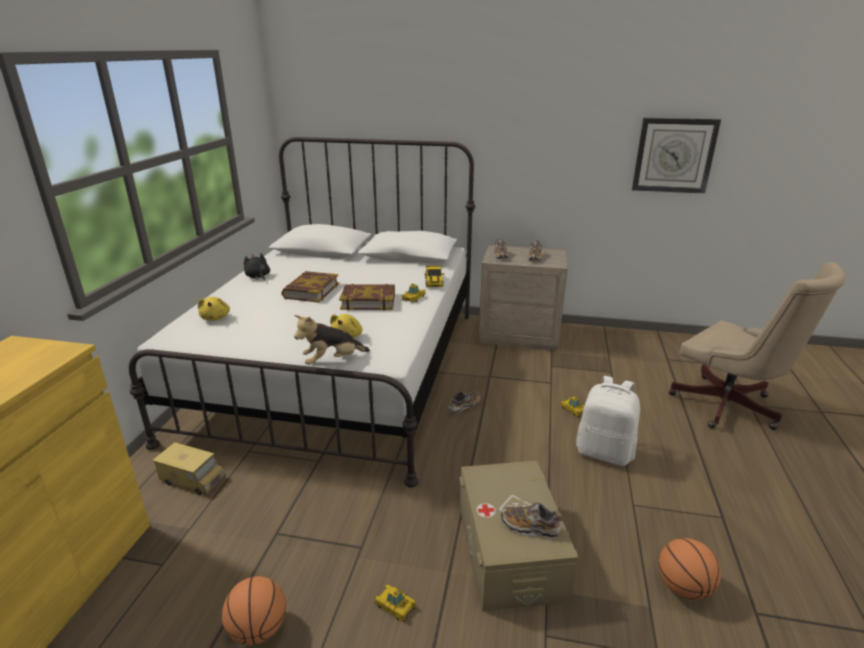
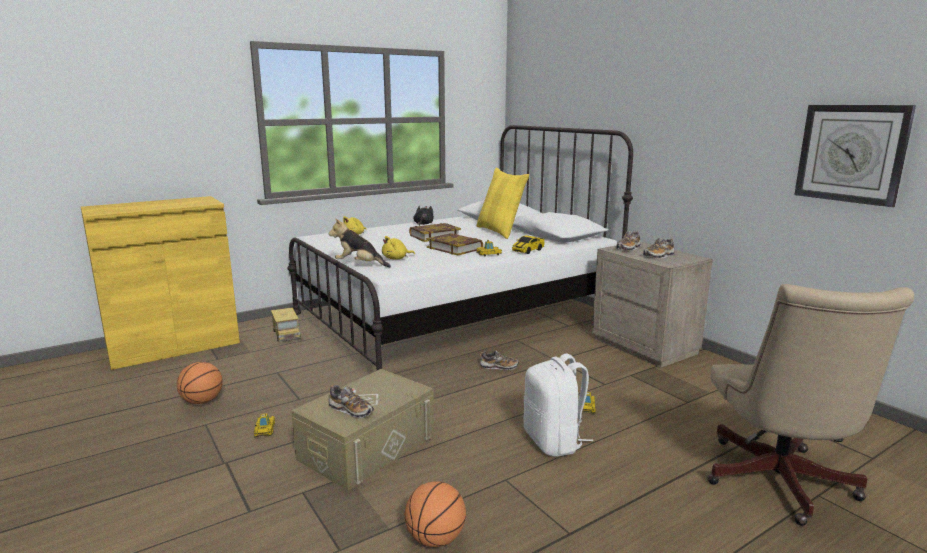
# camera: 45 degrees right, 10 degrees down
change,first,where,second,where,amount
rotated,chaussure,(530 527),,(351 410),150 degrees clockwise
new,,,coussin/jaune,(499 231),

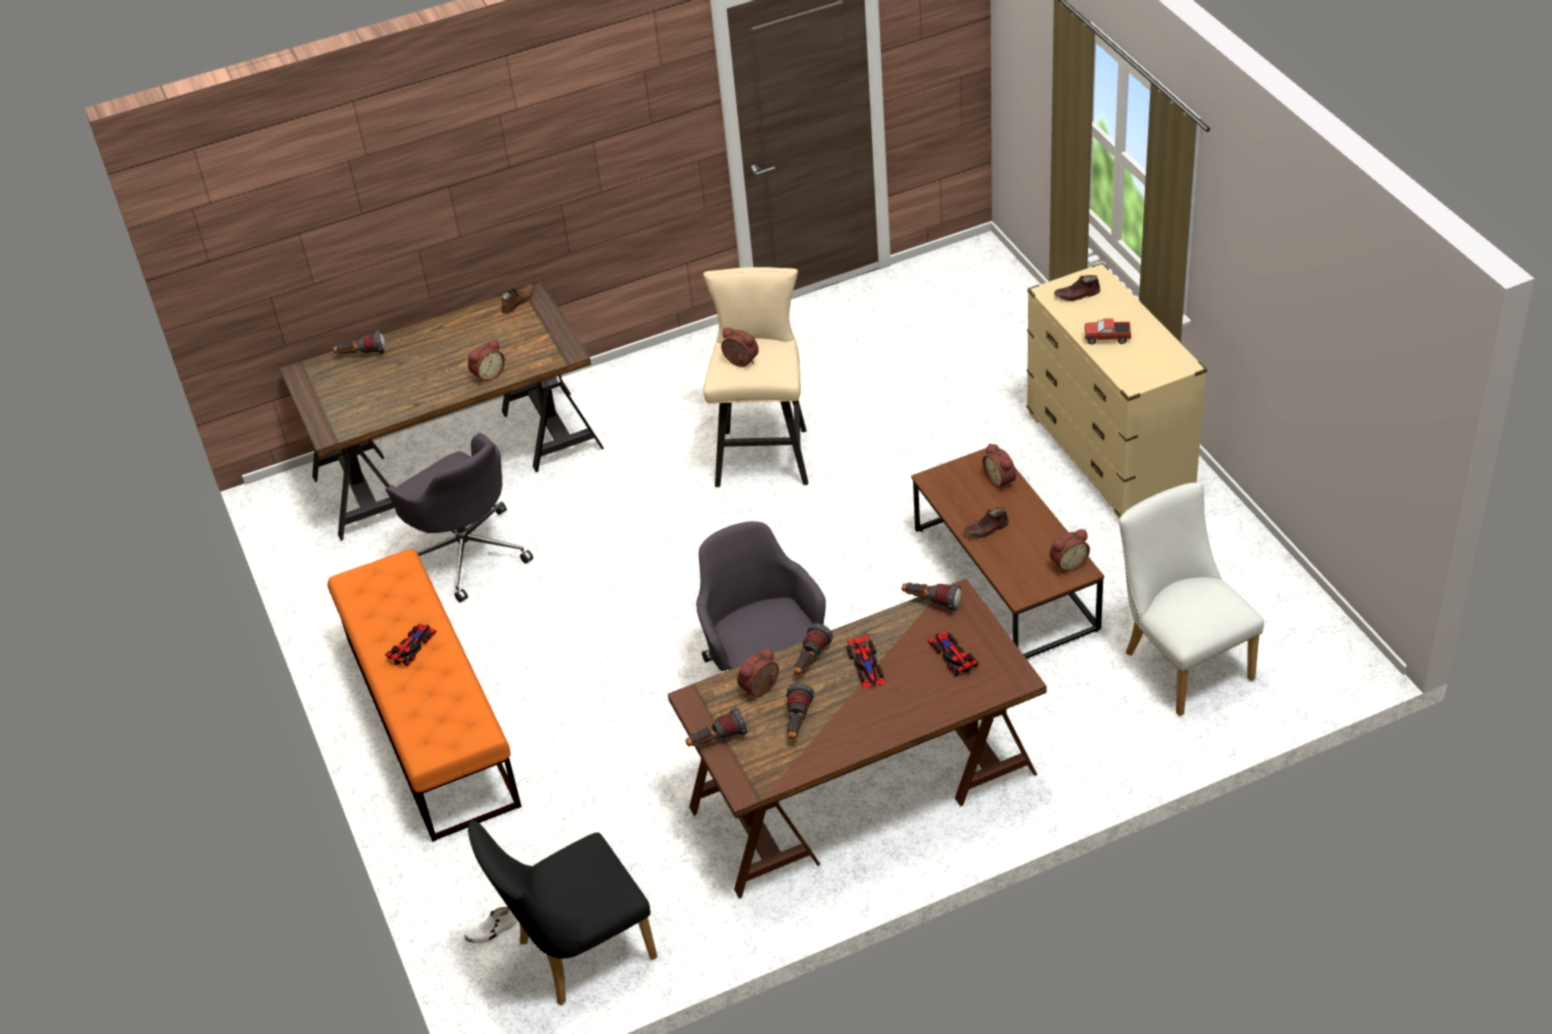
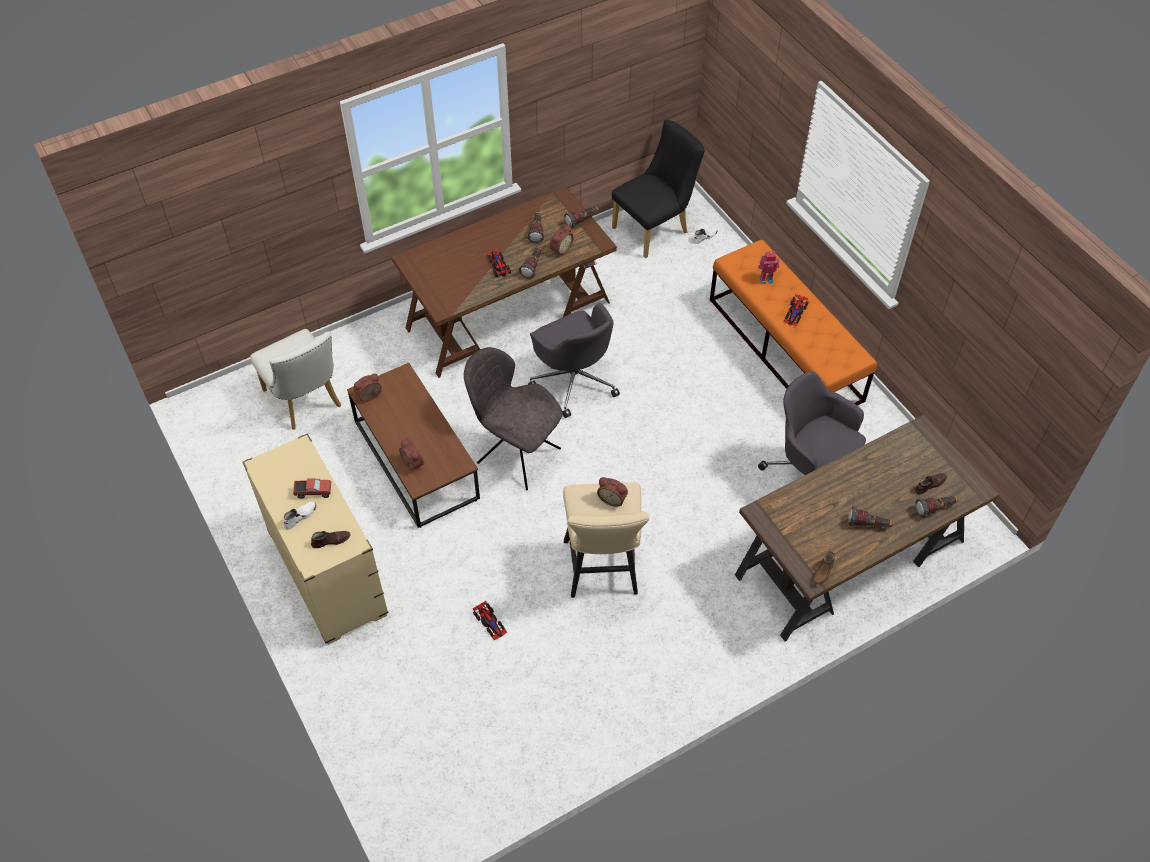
# camera: 170 degrees right, 10 degrees up
change,first,where,second,where,amount
new,,,chaussure/blanc,(300 516),
new,,,chaise/gris,(516 454),
shifted,petite voiture,(952 655),,(490 622),
new,,,robot jouet,(766 279),
shifted,lampe de poche,(931 602),,(868 525),
shifted,chaussure/marron,(986 529),,(929 484),
gone,réveil,(487 374),,,

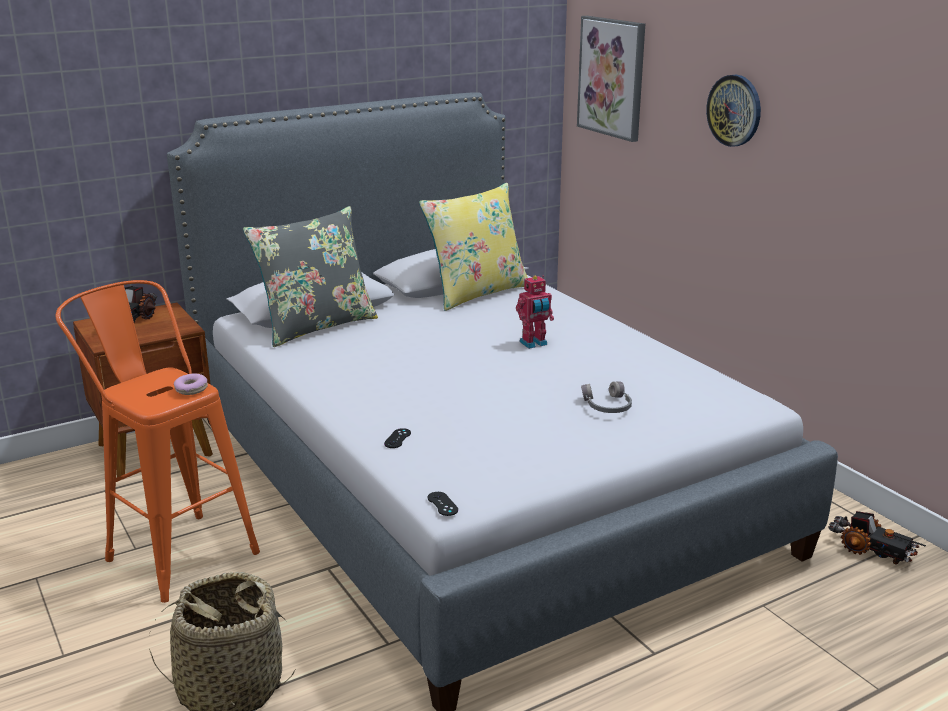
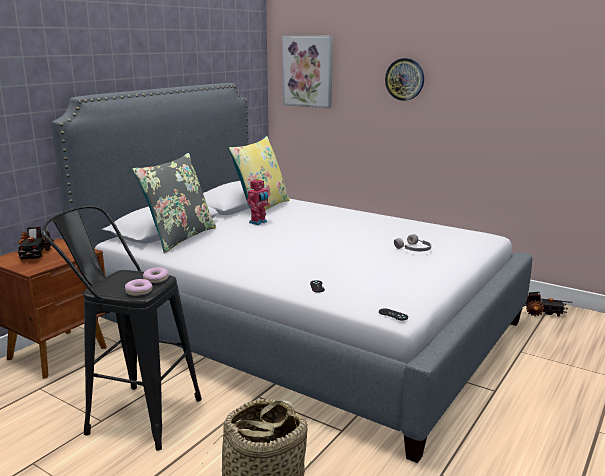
# camera: 25 degrees left, 5 degrees down
change,first,where,second,where,amount
repainted,tabouret/orange,(174 550),tabouret/noir,(134 414),
new,,,beignet,(139 292),
shifted,robot jouet,(534 344),,(259 222),

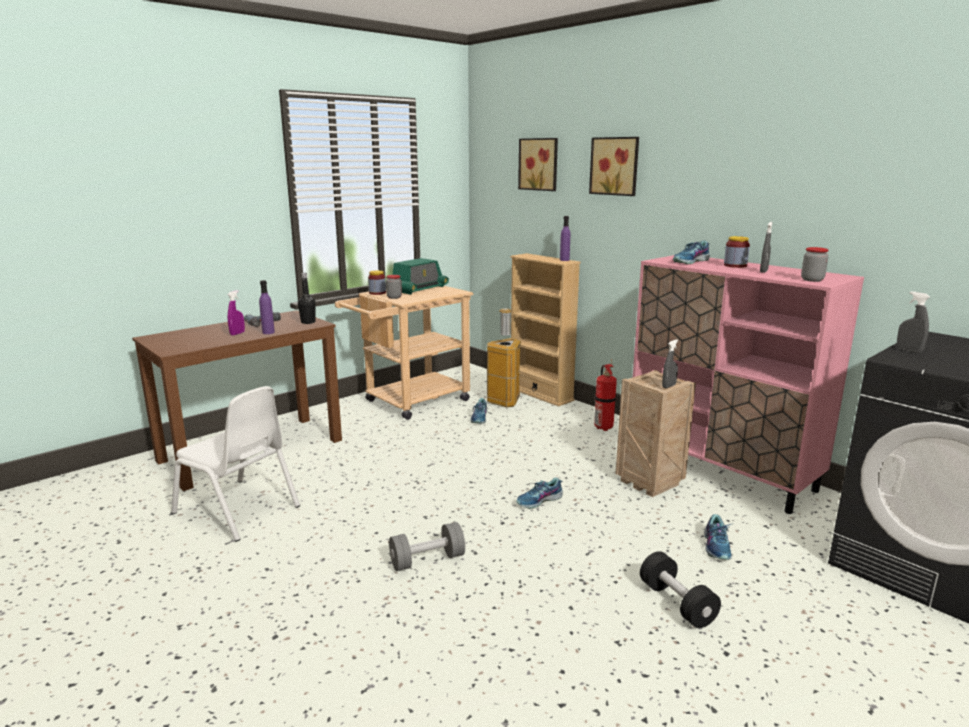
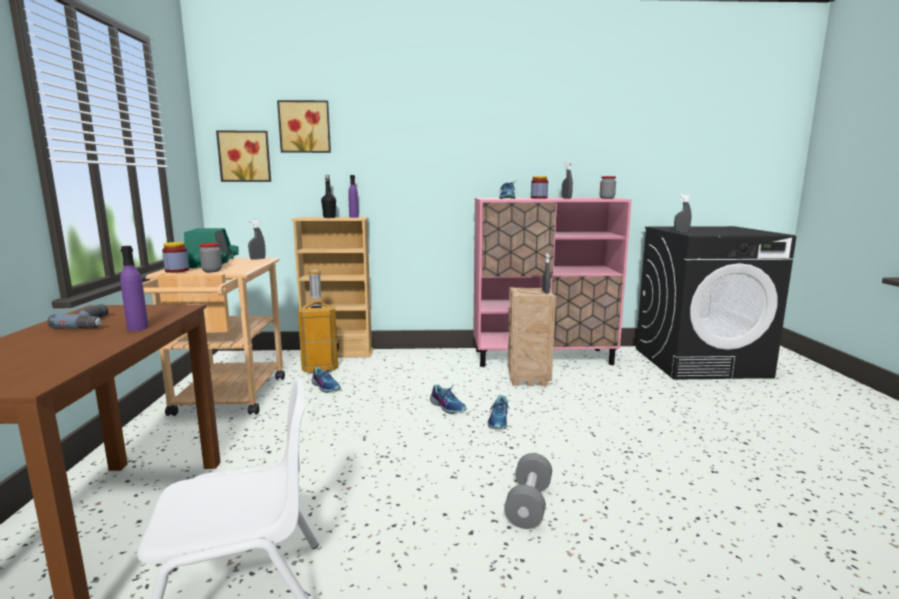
# camera: 50 degrees left, 5 degrees down
change,first,where,second,where,amount
shifted,tableau,(615 166),,(245 156),
new,,,vaporisateur/gris,(257 259),
shifted,bouteille/noir,(308 322),,(329 217),
shifted,chaussure,(717 546),,(448 407),
gone,vaporisateur/violet,(237 333),,,
gone,extincteur,(602 427),,,
gone,haltère/noir,(677 603),,,

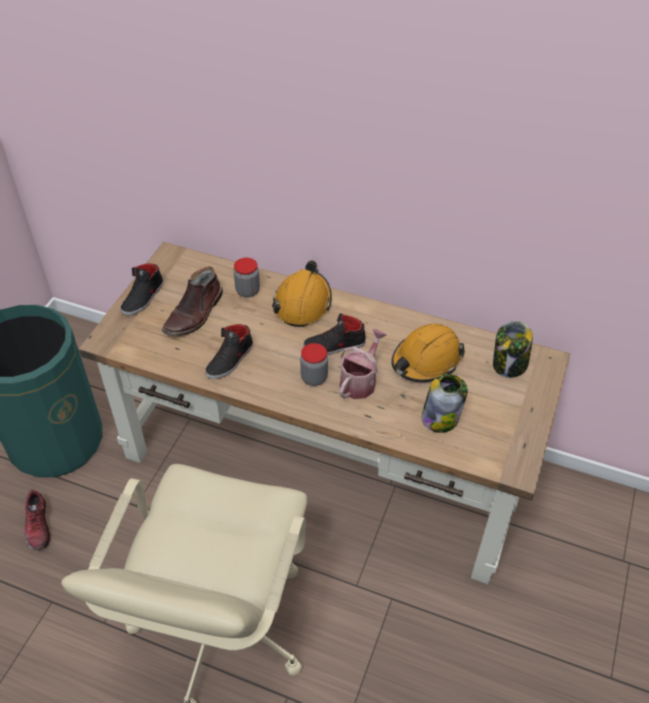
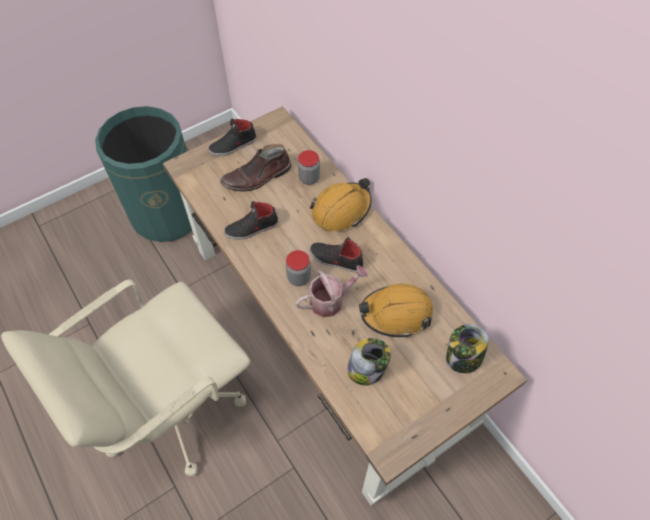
# camera: 35 degrees right, 10 degrees up
change,first,where,second,where,amount
gone,chaussure,(37 525),,,

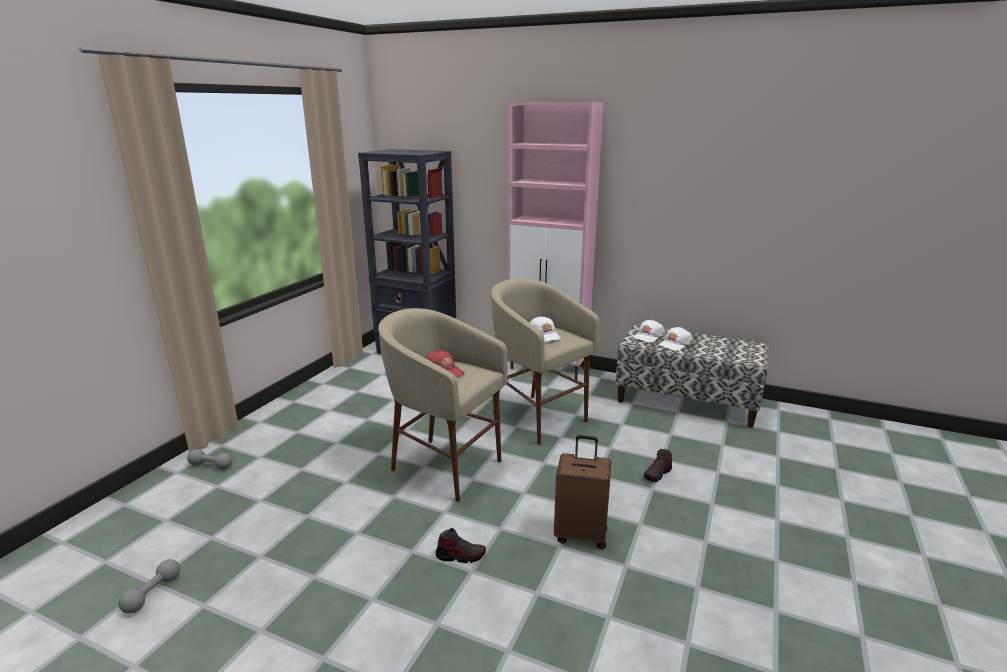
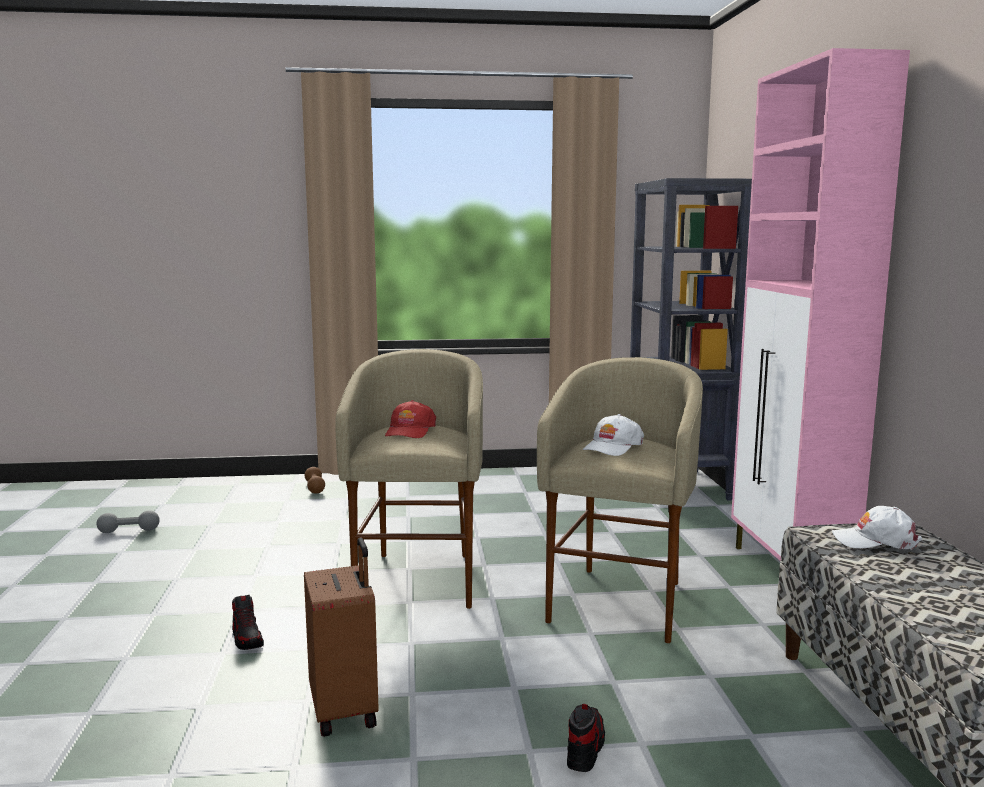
# camera: 60 degrees right, 10 degrees down
change,first,where,second,where,amount
repainted,haltère/gris,(211 466),haltère/marron,(315 488),
rotated,chaussure,(657 474),,(585 747),90 degrees clockwise
gone,casquette/blanc,(674 344),,,

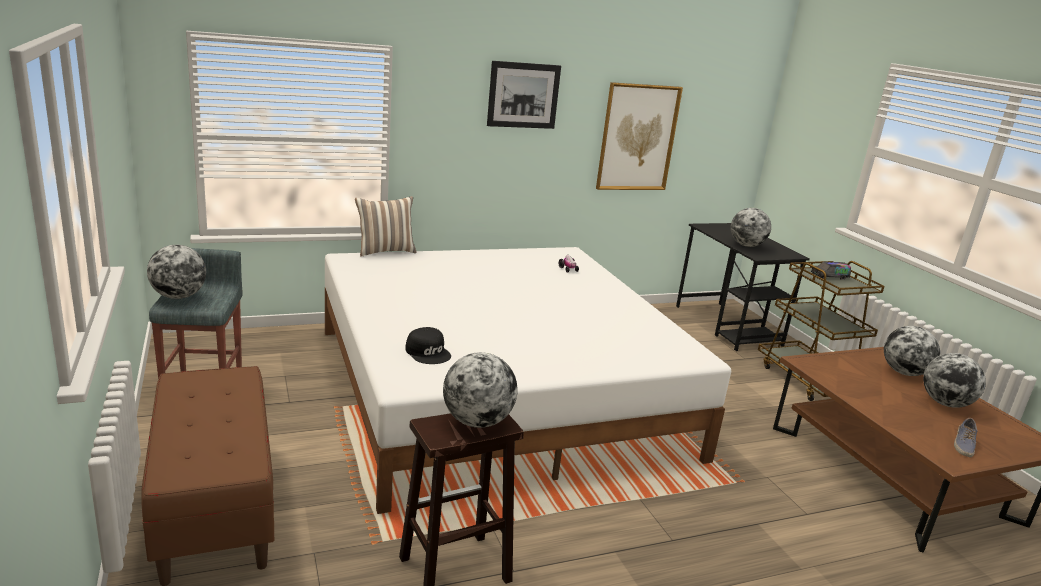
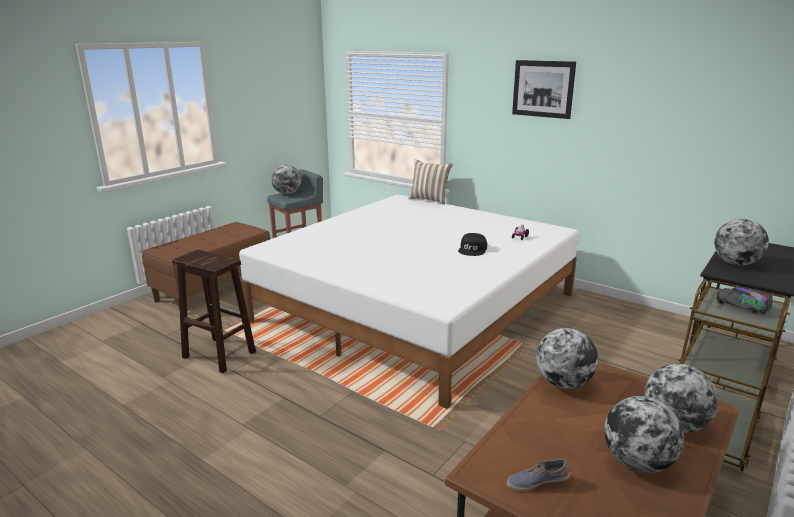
# camera: 60 degrees right, 0 degrees up
change,first,where,second,where,amount
shifted,casquette/noir,(428 352),,(473 250),
shifted,globe,(477 422),,(563 383),
gone,tableau,(637 137),,,

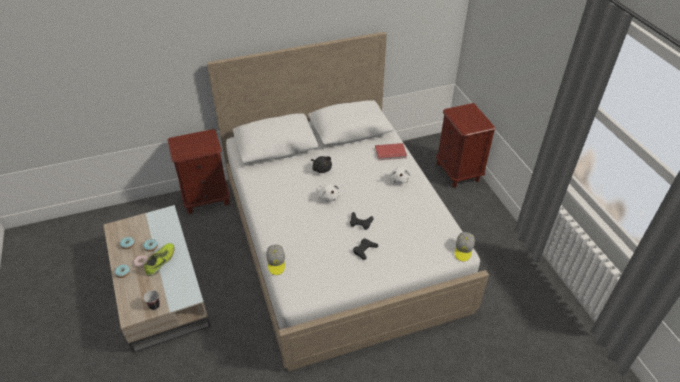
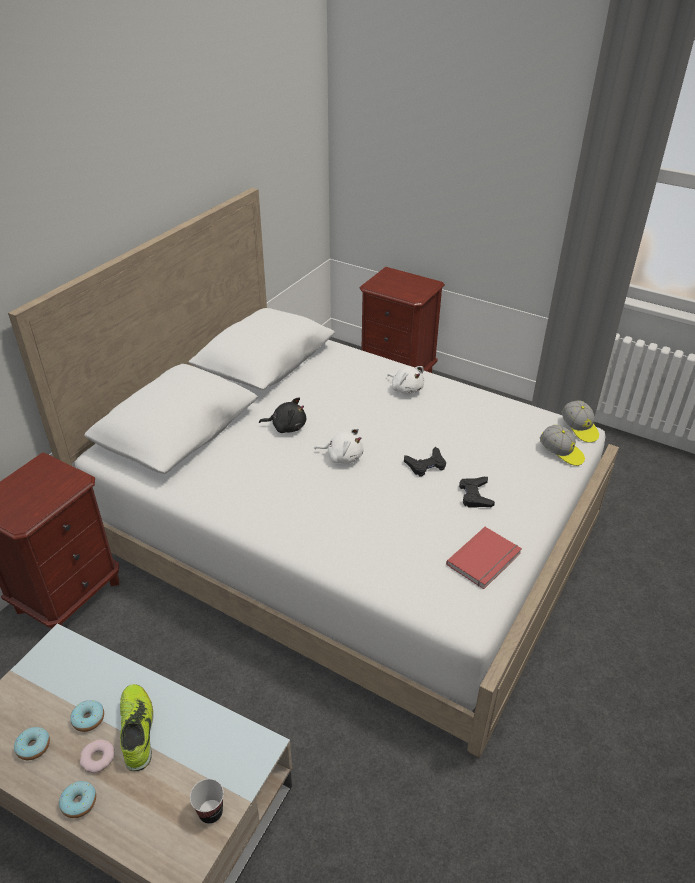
# camera: 40 degrees left, 5 degrees down
change,first,where,second,where,amount
shifted,livre/rouge,(391 153),,(485 560),
shifted,casquette,(276 263),,(561 453),

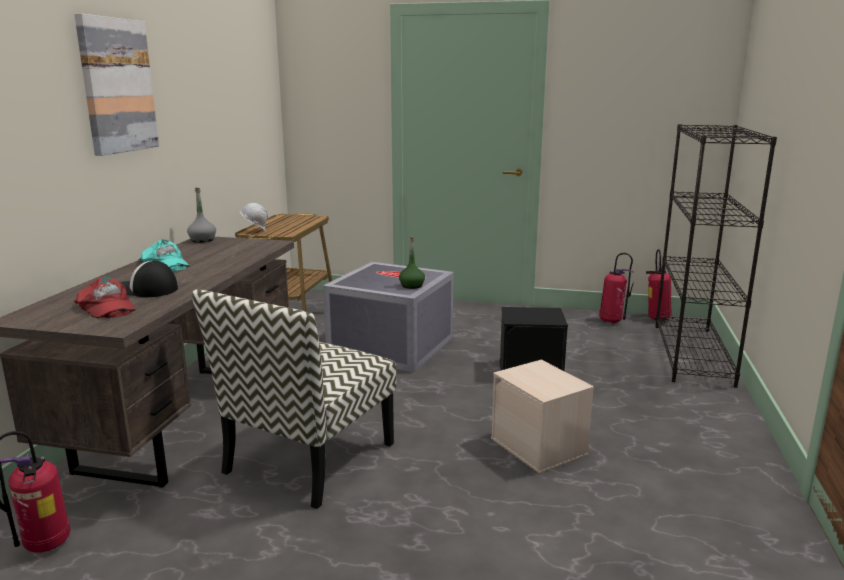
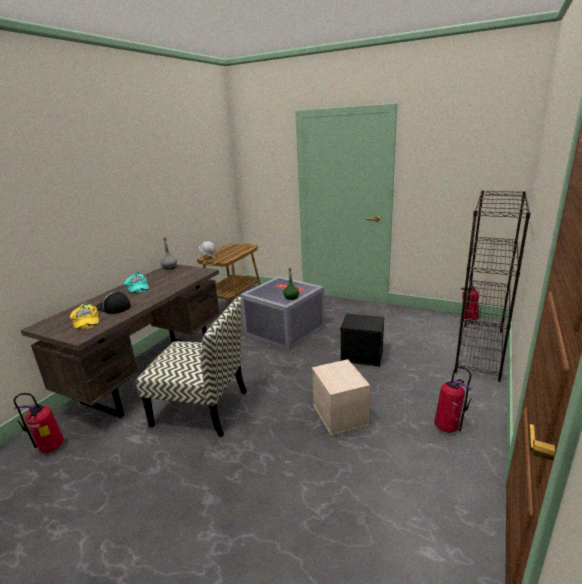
# camera: 15 degrees right, 5 degrees up
change,first,where,second,where,amount
repainted,casquette/rouge,(106 307),casquette/jaune,(85 320),
rotated,chaise,(309 459),,(202 408),120 degrees counterclockwise
shifted,extincteur,(612 321),,(448 428),
gone,tableau,(117 86),,,

